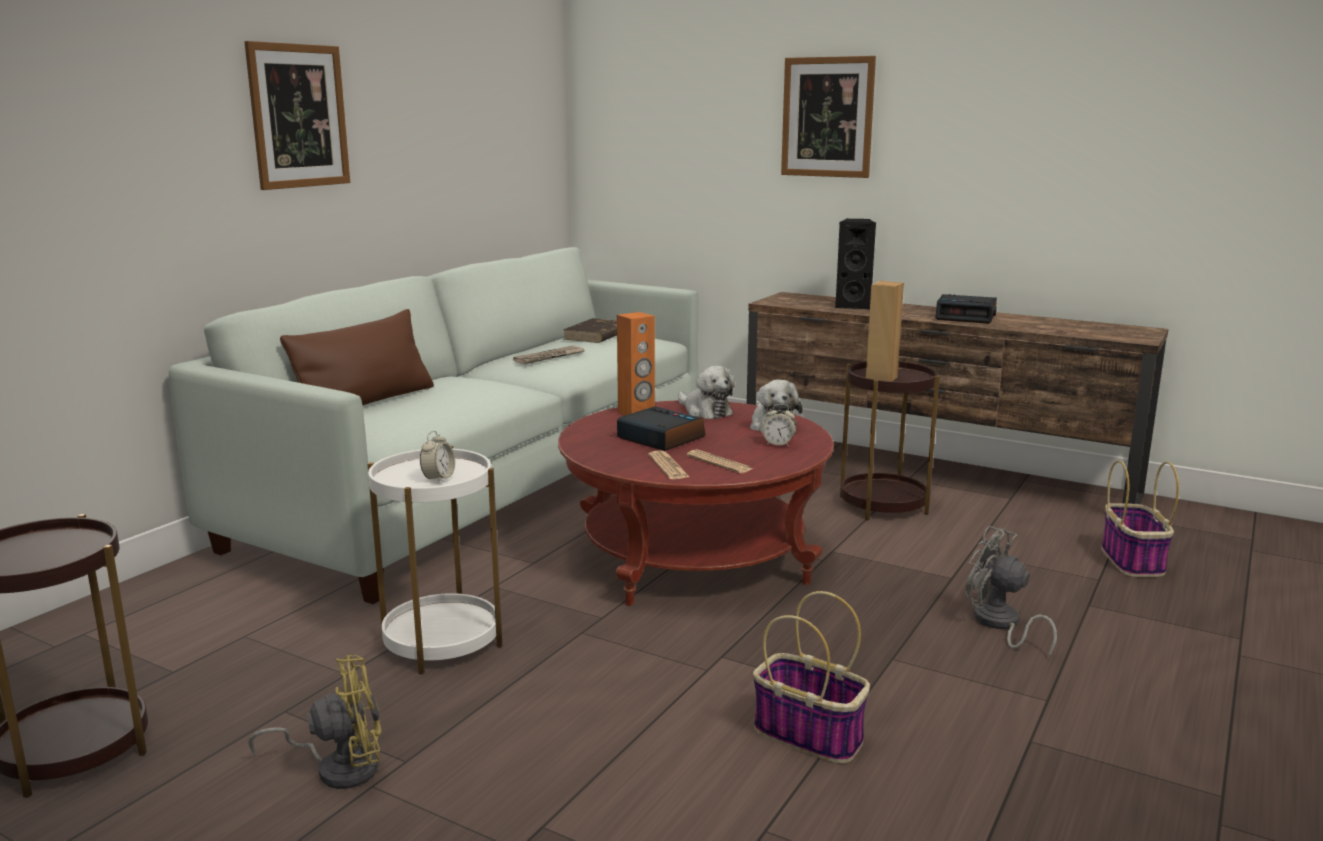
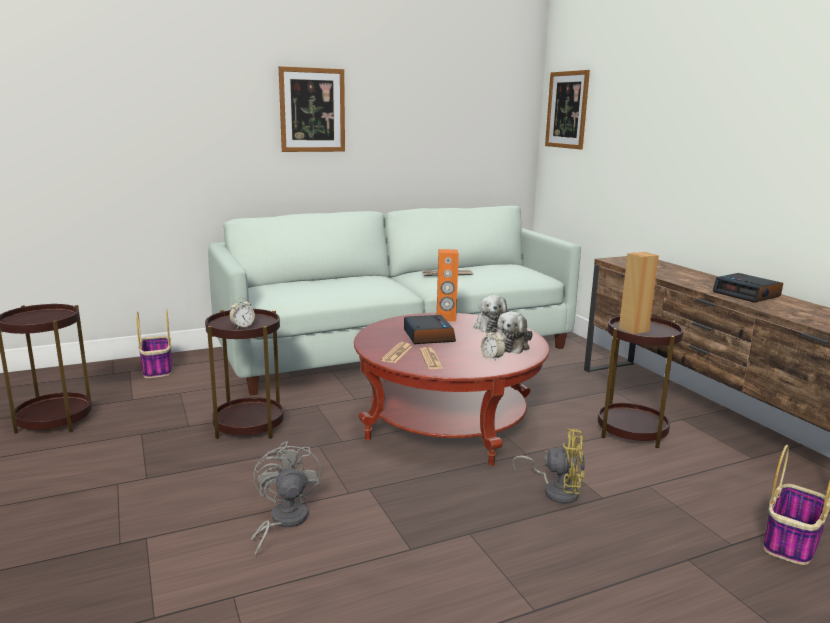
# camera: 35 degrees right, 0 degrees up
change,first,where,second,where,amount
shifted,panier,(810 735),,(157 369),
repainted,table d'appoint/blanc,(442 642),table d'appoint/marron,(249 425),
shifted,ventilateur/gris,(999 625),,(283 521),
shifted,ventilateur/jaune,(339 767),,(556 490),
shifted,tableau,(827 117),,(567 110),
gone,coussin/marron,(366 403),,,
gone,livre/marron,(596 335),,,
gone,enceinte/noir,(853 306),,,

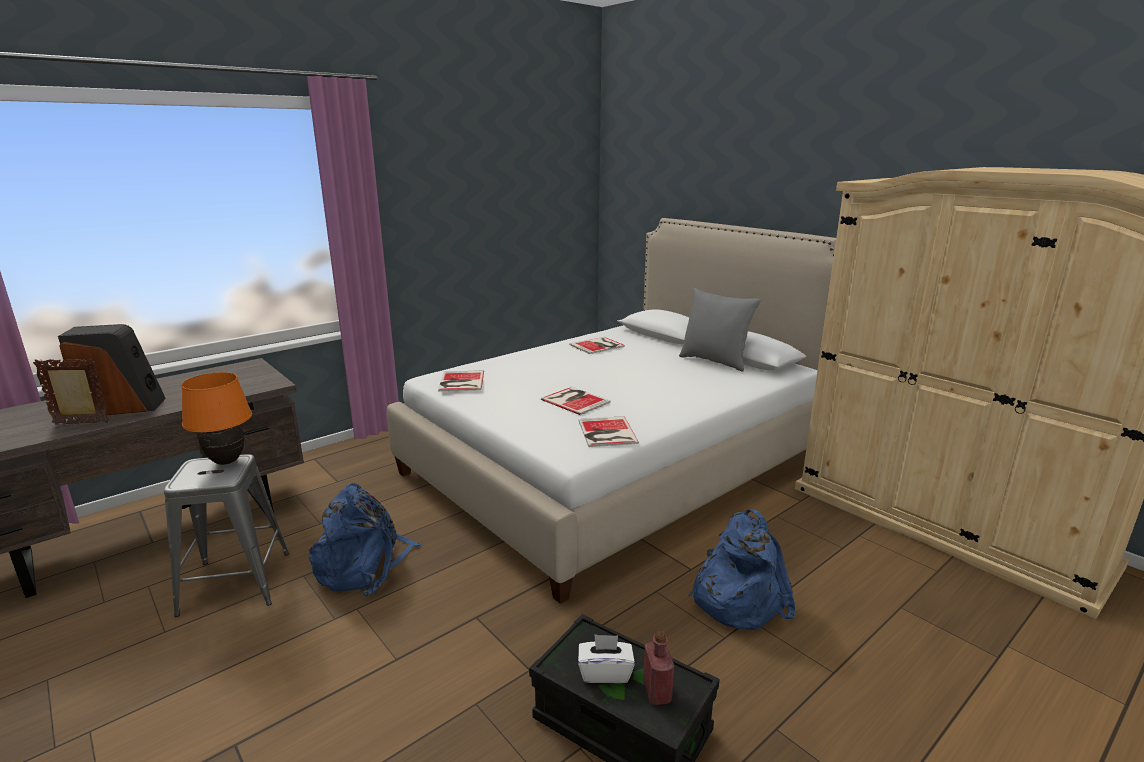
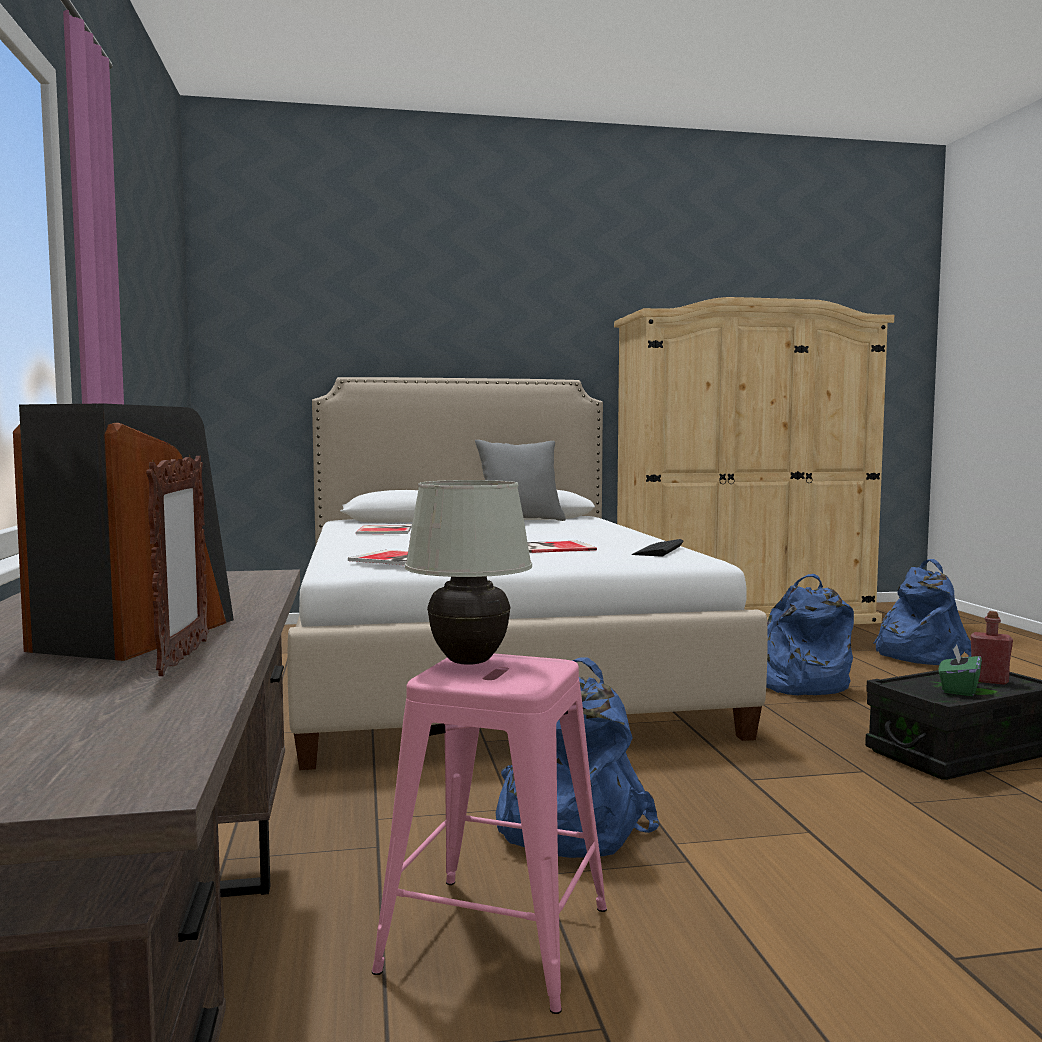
# camera: 60 degrees left, 15 degrees down
change,first,where,second,where,amount
rotated,cadre photo,(81 423),,(183 658),150 degrees clockwise
repainted,tabouret/gris,(236 582),tabouret/rose,(495 938),
repainted,lampe de table/orange,(227 461),lampe de table/blanc,(469 662),
swapped,livre,(606 433),clavier,(658 550),
new,,,sac à dos/bleu,(917 654),
repainted,boîte à mouchoirs/blanc,(605 672),boîte à mouchoirs/vert,(958 689),

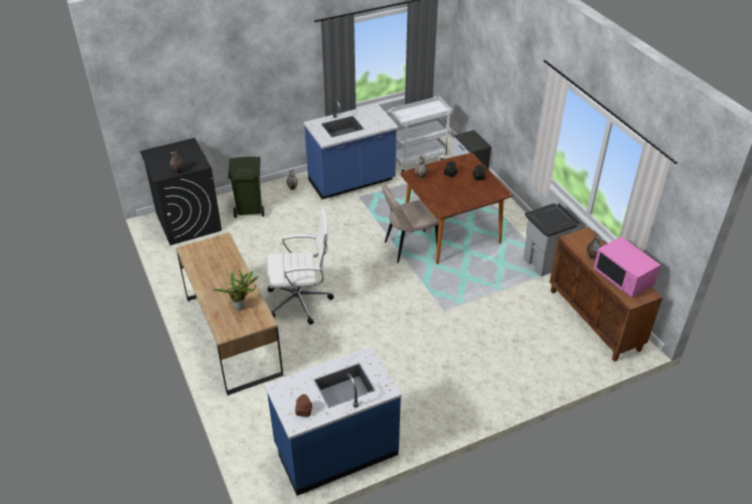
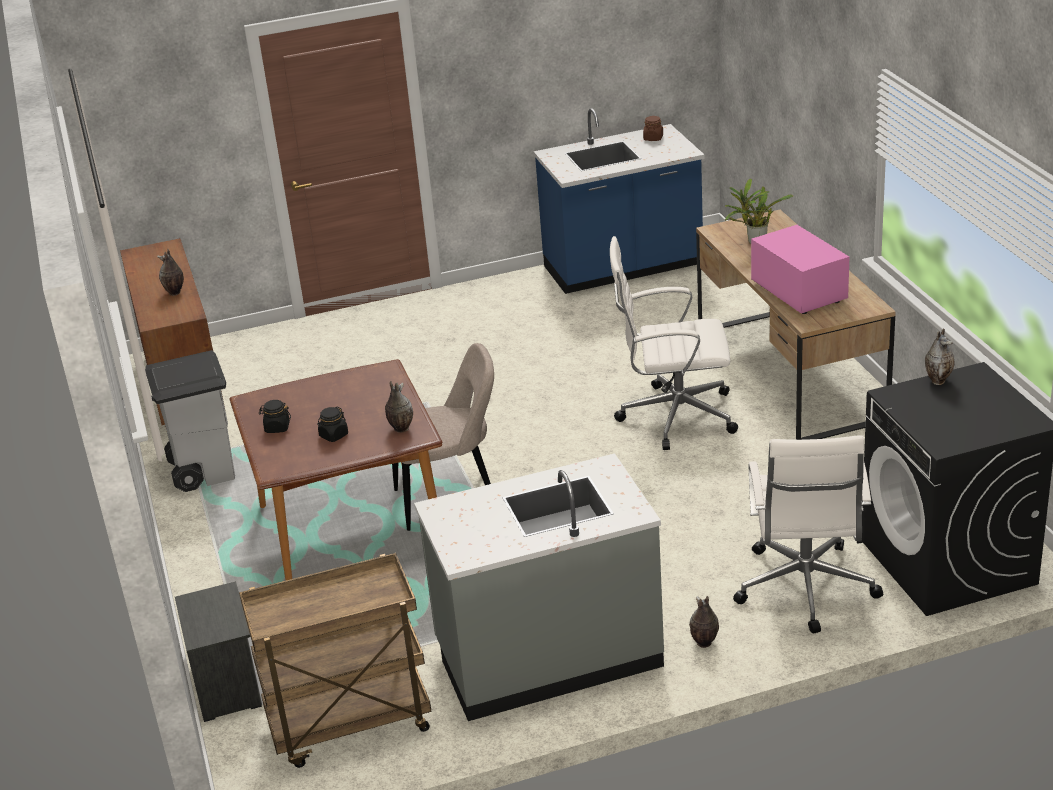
# camera: 170 degrees left, 10 degrees down
change,first,where,second,where,amount
repainted,chariot/blanc,(418 158),chariot/marron,(349 726),
repainted,comptoir de cuisine/bleu,(352 182),comptoir de cuisine/gris,(548 656),
swapped,poubelle/vert,(250 209),chaise de bureau/blanc,(805 589),
shifted,micro-ondes/rose,(623 278),,(798 292),

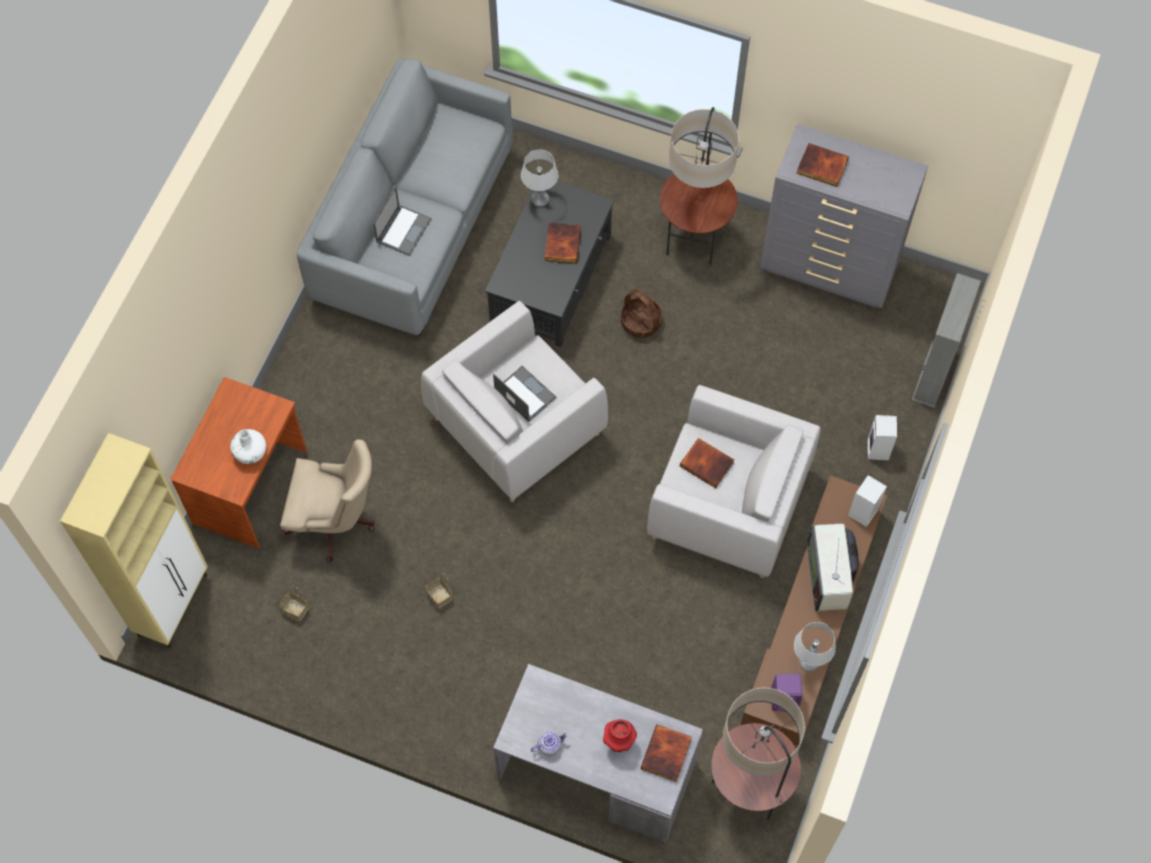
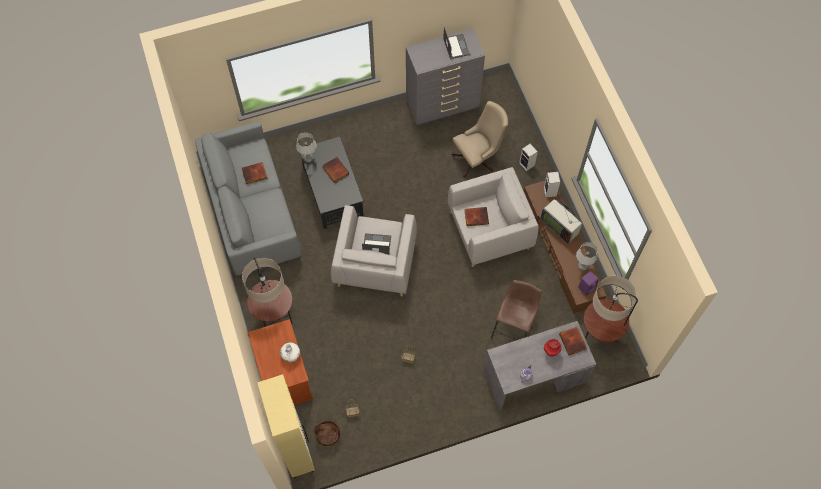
# camera: 40 degrees left, 0 degrees up
change,first,where,second,where,amount
shifted,livre,(821 167),,(254 174),
shifted,lampadaire,(694 240),,(275 317),
shifted,panier,(641 322),,(328 434),
shifted,ordinateur portable,(404 229),,(456 46),
shifted,chaise de bureau/beige,(336 522),,(478 158),
new,,,tabouret/marron,(514 326),
gone,bibliothèque/gris,(933 375),,,

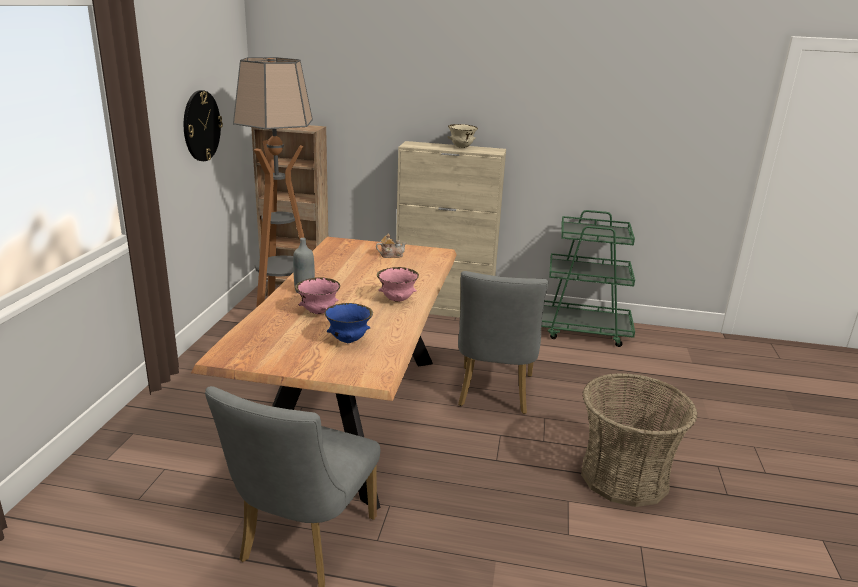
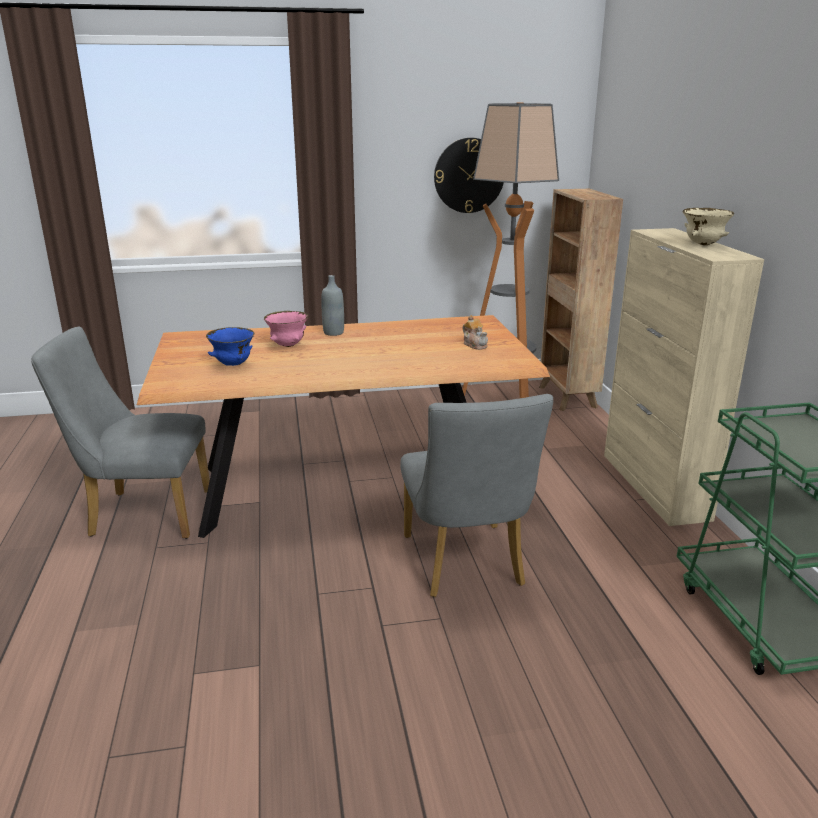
# camera: 70 degrees right, 0 degrees up
change,first,where,second,where,amount
rotated,chaise/gris,(494 394),,(466 566),90 degrees counterclockwise
gone,bol/rose,(397 300),,,
gone,panier,(624 477),,,

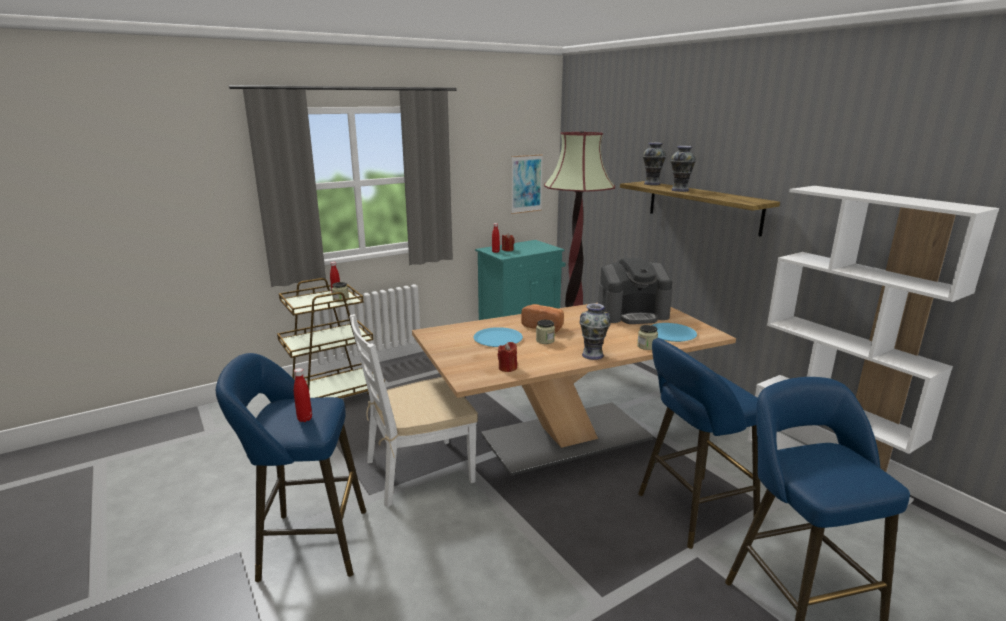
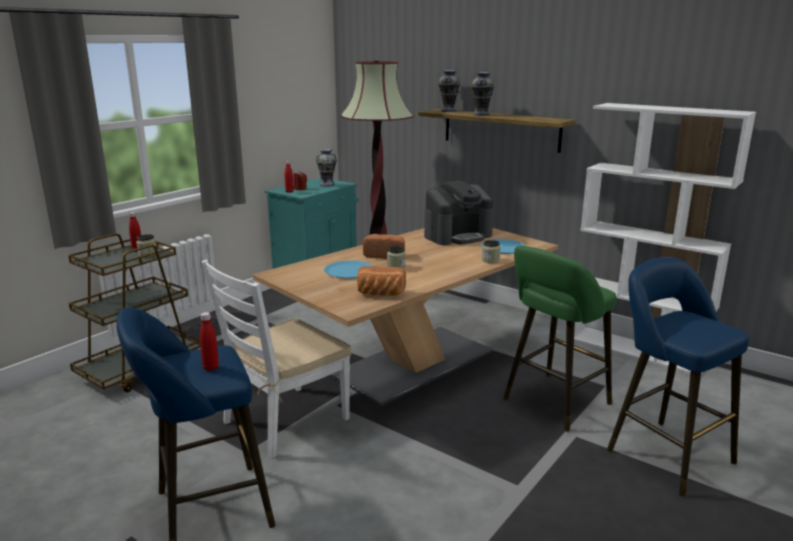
# camera: 20 degrees left, 0 degrees up
change,first,where,second,where,amount
shifted,vase,(592 355),,(327 185),
swapped,bougie/rouge,(507 368),pain,(380 294),
repainted,tabouret/bleu,(690 511),tabouret/vert,(553 403),
gone,tableau,(526 184),,,

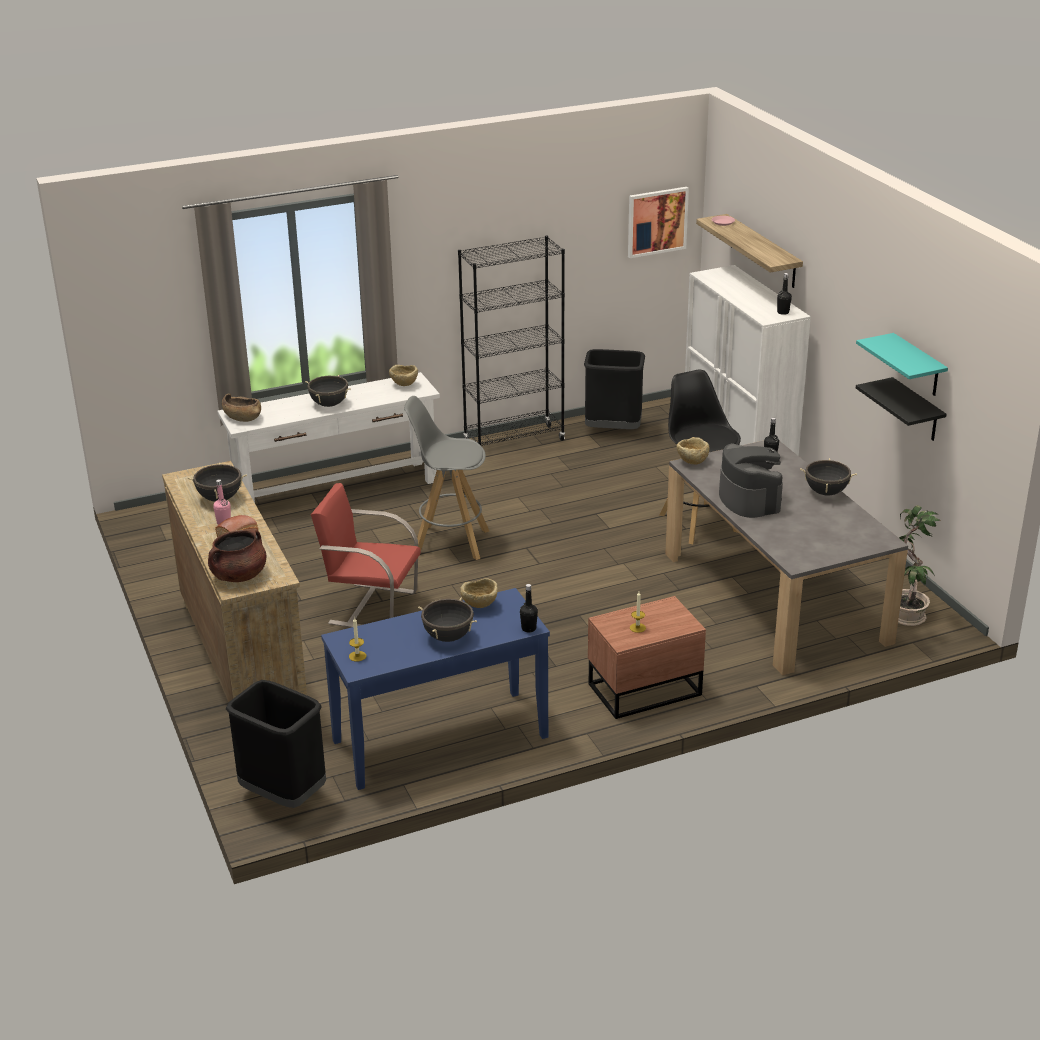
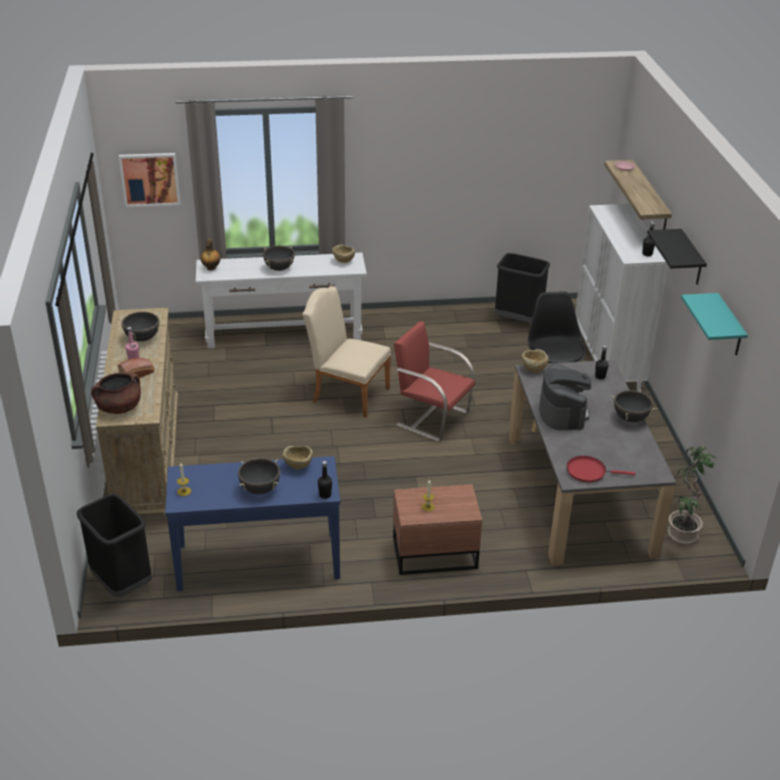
# camera: 15 degrees right, 5 degrees up
change,first,where,second,where,amount
shifted,tableau,(657 221),,(150 179),
swapped,bol/marron,(242 417),bouteille,(211 268),
swapped,tabouret/gris,(450 542),chaise/beige,(346 393),
shifted,chaise/rouge,(371 607),,(432 418),
new,,,poêle/rouge,(589 471),
shifted,étagère/noir,(917 411),,(691 258),
gone,bibliothèque/noir,(514 442),,,

